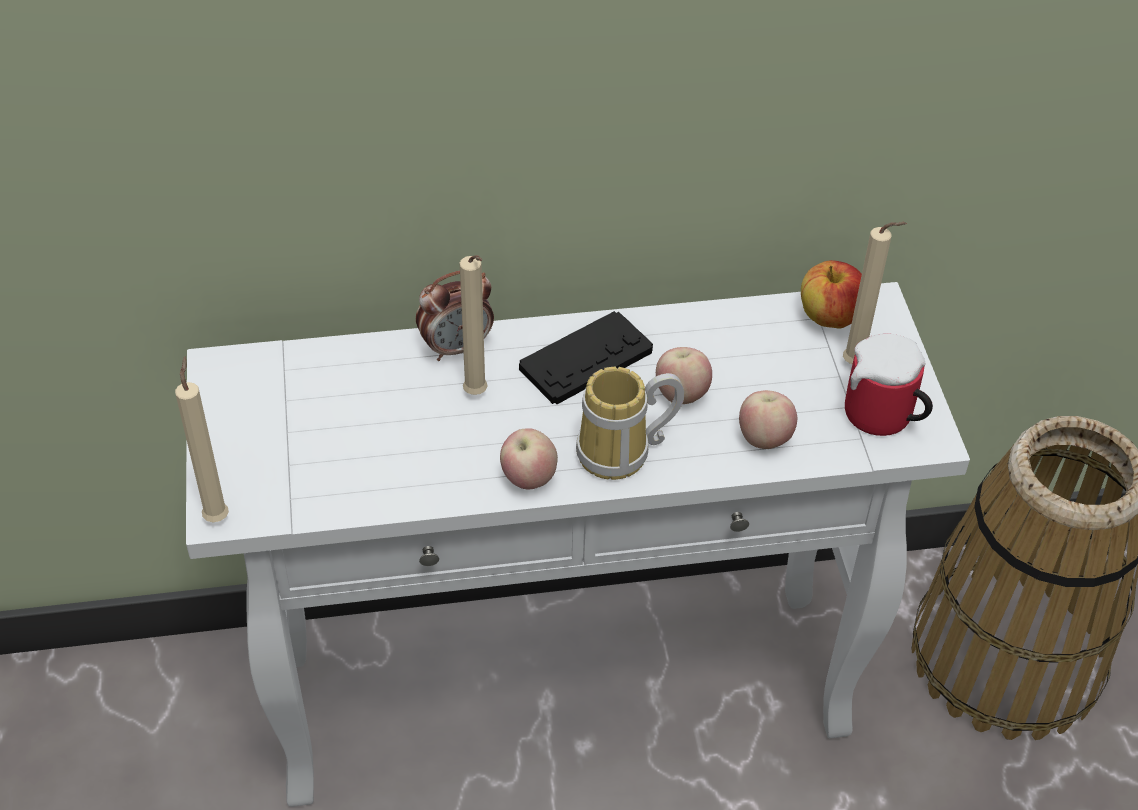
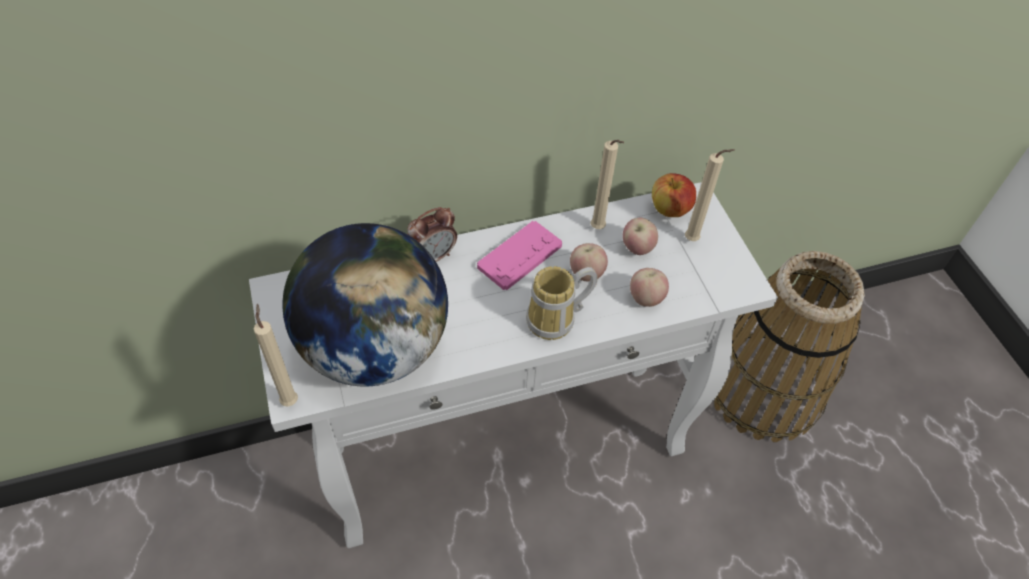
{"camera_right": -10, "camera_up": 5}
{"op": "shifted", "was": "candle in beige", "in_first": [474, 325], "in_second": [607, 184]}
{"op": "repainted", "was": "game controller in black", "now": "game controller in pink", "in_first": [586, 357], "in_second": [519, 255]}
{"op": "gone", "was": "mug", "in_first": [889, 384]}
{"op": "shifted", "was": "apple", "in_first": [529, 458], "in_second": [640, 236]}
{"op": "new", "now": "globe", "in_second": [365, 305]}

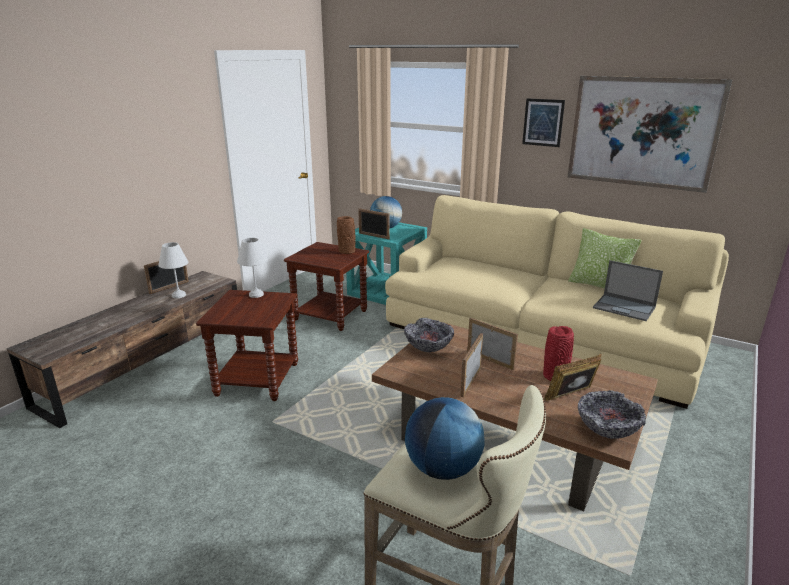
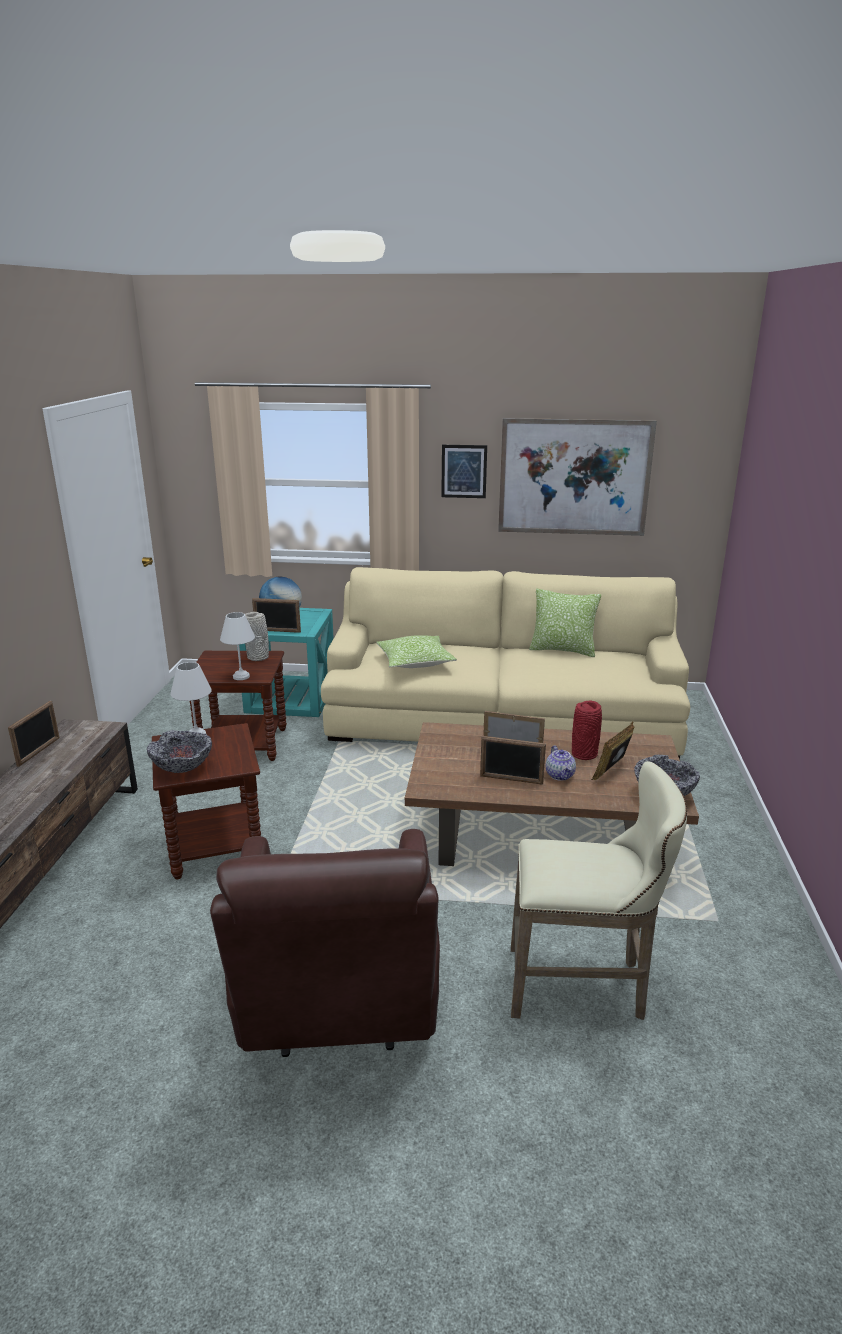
{"camera_right": -25, "camera_up": 0}
{"op": "repainted", "was": "vase in brown", "now": "vase in grey", "in_first": [346, 235], "in_second": [257, 636]}
{"op": "shifted", "was": "table lamp in white", "in_first": [173, 270], "in_second": [237, 646]}
{"op": "gone", "was": "laptop", "in_first": [628, 290]}
{"op": "shifted", "was": "bowl", "in_first": [429, 335], "in_second": [179, 751]}
{"op": "rotated", "was": "picture frame", "in_first": [471, 365], "in_second": [513, 760], "clockwise": -75}
{"op": "gone", "was": "globe", "in_first": [445, 438]}
{"op": "new", "now": "pillow", "in_second": [416, 651]}
{"op": "new", "now": "teapot", "in_second": [561, 763]}
{"op": "new", "now": "armchair in brown", "in_second": [325, 943]}

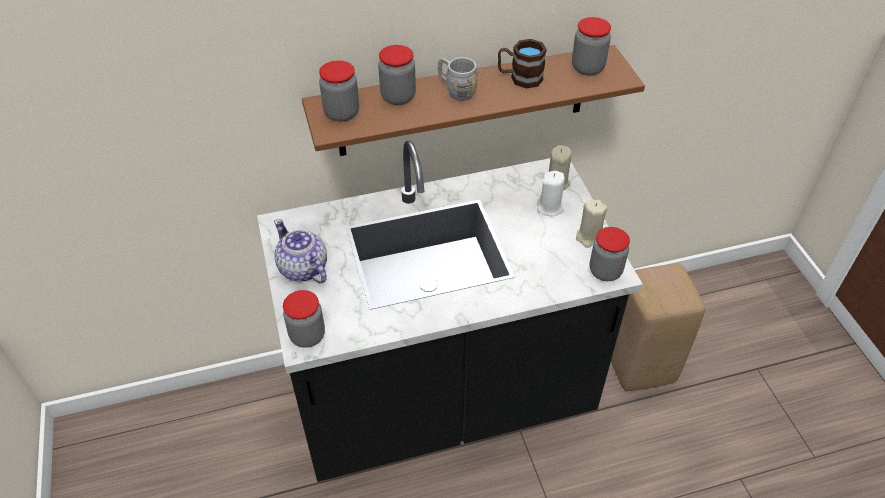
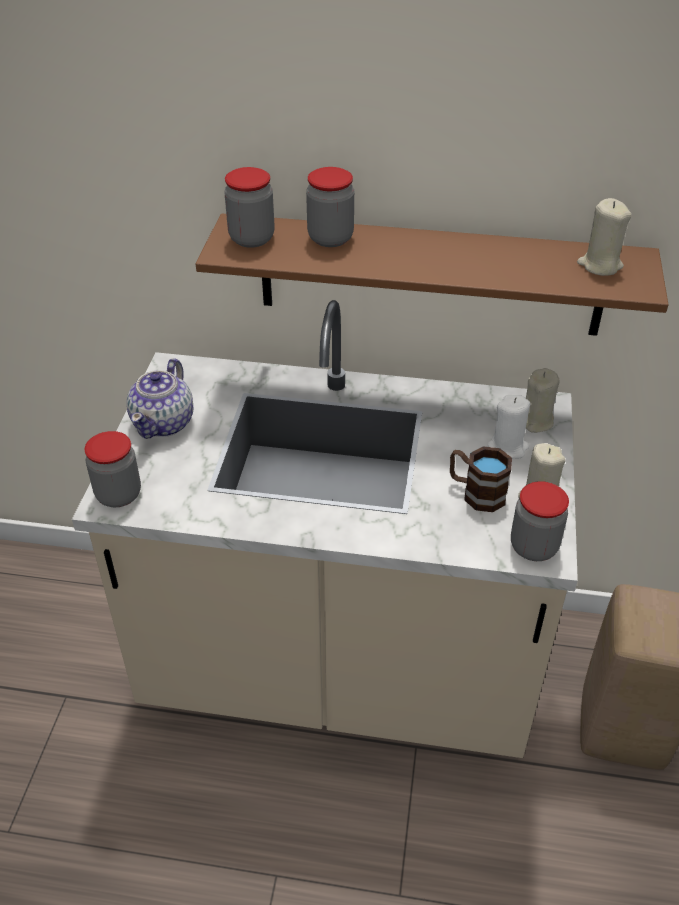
{"camera_right": 25, "camera_up": -5}
{"op": "swapped", "was": "jar", "now": "candle in beige", "in_first": [591, 46], "in_second": [604, 237]}
{"op": "shifted", "was": "mug in brown", "in_first": [522, 63], "in_second": [481, 479]}
{"op": "gone", "was": "mug in grey", "in_first": [458, 79]}
{"op": "repainted", "was": "counter in black", "now": "counter in beige", "in_first": [450, 311], "in_second": [325, 529]}
{"op": "rotated", "was": "teapot", "in_first": [300, 251], "in_second": [160, 398], "clockwise": -150}

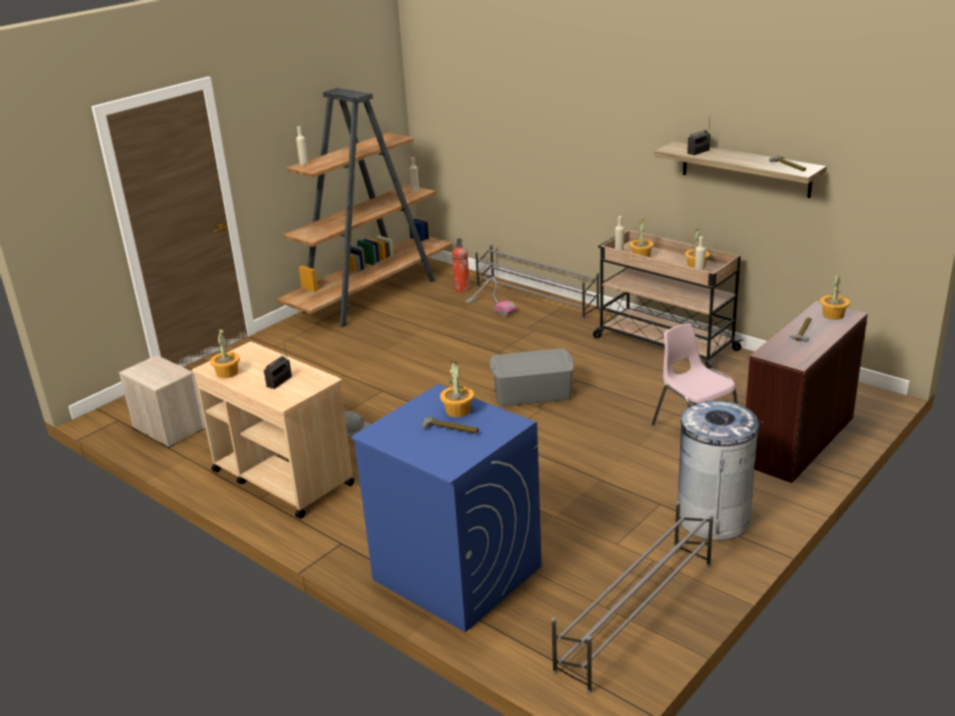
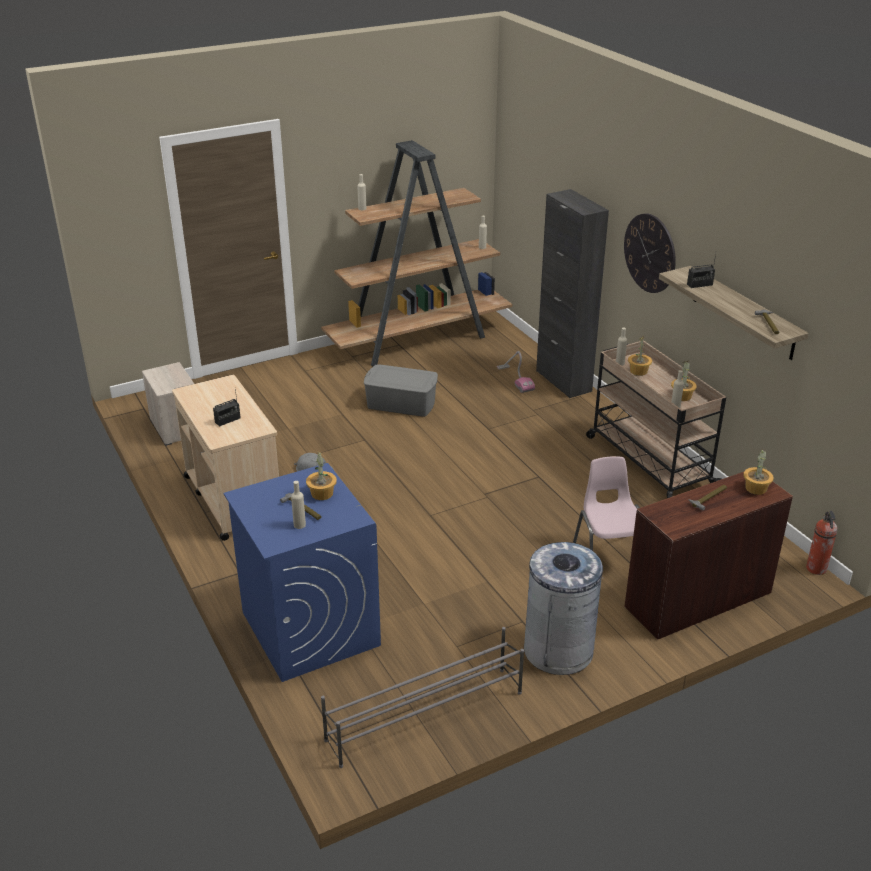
{"camera_right": 20, "camera_up": 5}
{"op": "shifted", "was": "fire extinguisher", "in_first": [461, 265], "in_second": [822, 542]}
{"op": "swapped", "was": "shoe rack in grey", "now": "cabinet in black", "in_first": [537, 282], "in_second": [572, 293]}
{"op": "gone", "was": "potted plant", "in_first": [225, 353]}
{"op": "shifted", "was": "storage box in grey", "in_first": [532, 377], "in_second": [401, 390]}
{"op": "new", "now": "wall clock", "in_second": [650, 253]}
{"op": "new", "now": "bottle in beige", "in_second": [298, 505]}

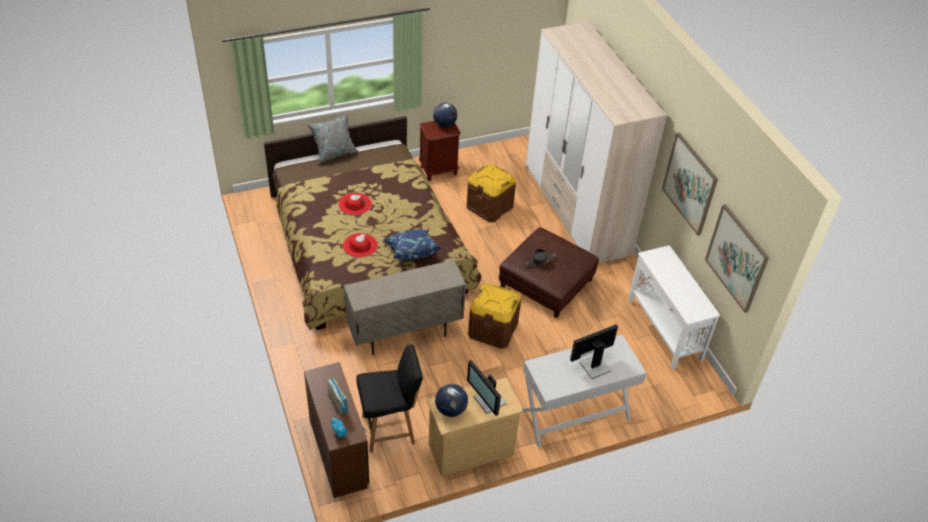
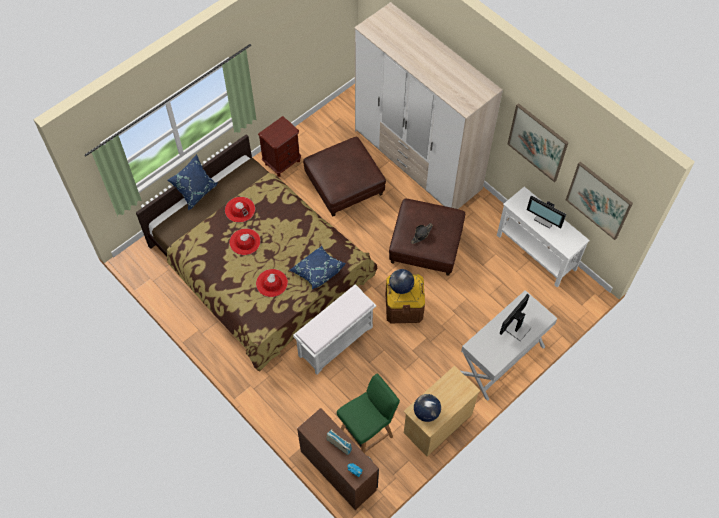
{"camera_right": -20, "camera_up": 15}
{"op": "shifted", "was": "globe", "in_first": [445, 115], "in_second": [401, 281]}
{"op": "repainted", "was": "pillow in grey", "now": "pillow in blue", "in_first": [332, 138], "in_second": [192, 182]}
{"op": "swapped", "was": "storage box in brown", "now": "ottoman in brown", "in_first": [491, 193], "in_second": [344, 177]}
{"op": "swapped", "was": "cabinet in beige", "now": "bench in white", "in_first": [405, 307], "in_second": [335, 329]}
{"op": "repainted", "was": "chair in black", "now": "chair in green", "in_first": [389, 398], "in_second": [368, 413]}
{"op": "shifted", "was": "monitor", "in_first": [486, 388], "in_second": [546, 212]}
{"op": "new", "now": "hat in red", "in_second": [240, 209]}

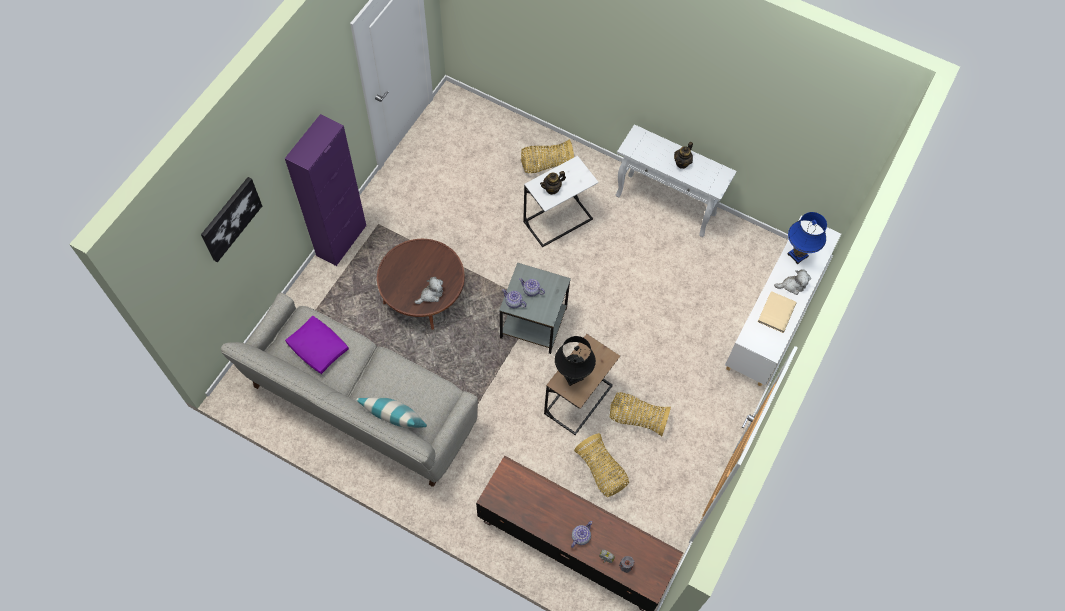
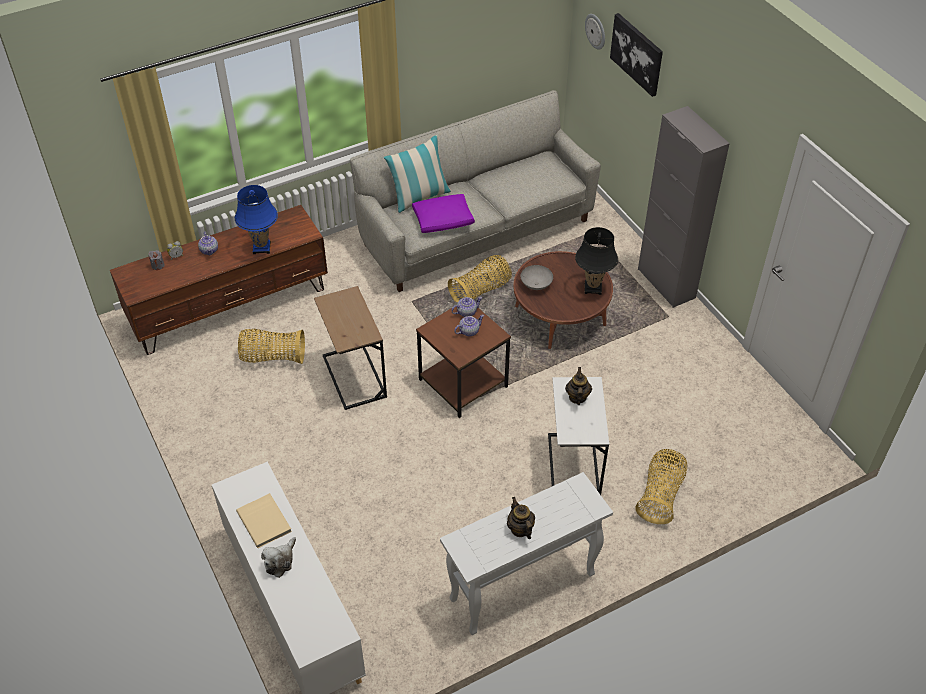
{"camera_right": 125, "camera_up": -15}
{"op": "repainted", "was": "cabinet in purple", "now": "cabinet in grey", "in_first": [325, 190], "in_second": [684, 207]}
{"op": "shifted", "was": "table lamp in blue", "in_first": [807, 238], "in_second": [256, 219]}
{"op": "repainted", "was": "side table in grey", "now": "side table in brown", "in_first": [535, 308], "in_second": [463, 362]}
{"op": "swapped", "was": "plush toy", "now": "bowl in grey", "in_first": [428, 290], "in_second": [537, 277]}
{"op": "shifted", "was": "pillow in purple", "in_first": [317, 345], "in_second": [443, 213]}
{"op": "shifted", "was": "table lamp in black", "in_first": [575, 361], "in_second": [596, 261]}
{"op": "shifted", "was": "basket", "in_first": [640, 414], "in_second": [480, 278]}
{"op": "new", "now": "wall clock", "in_second": [595, 32]}

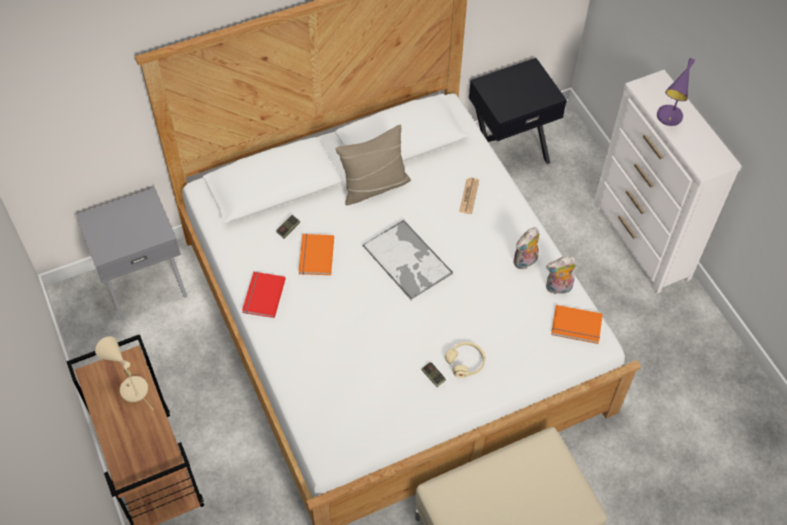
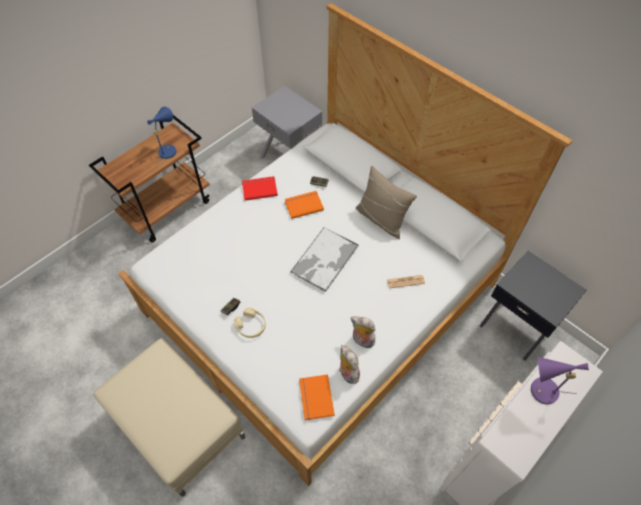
{"camera_right": 70, "camera_up": 0}
{"op": "repainted", "was": "table lamp in beige", "now": "table lamp in blue", "in_first": [124, 373], "in_second": [162, 136]}

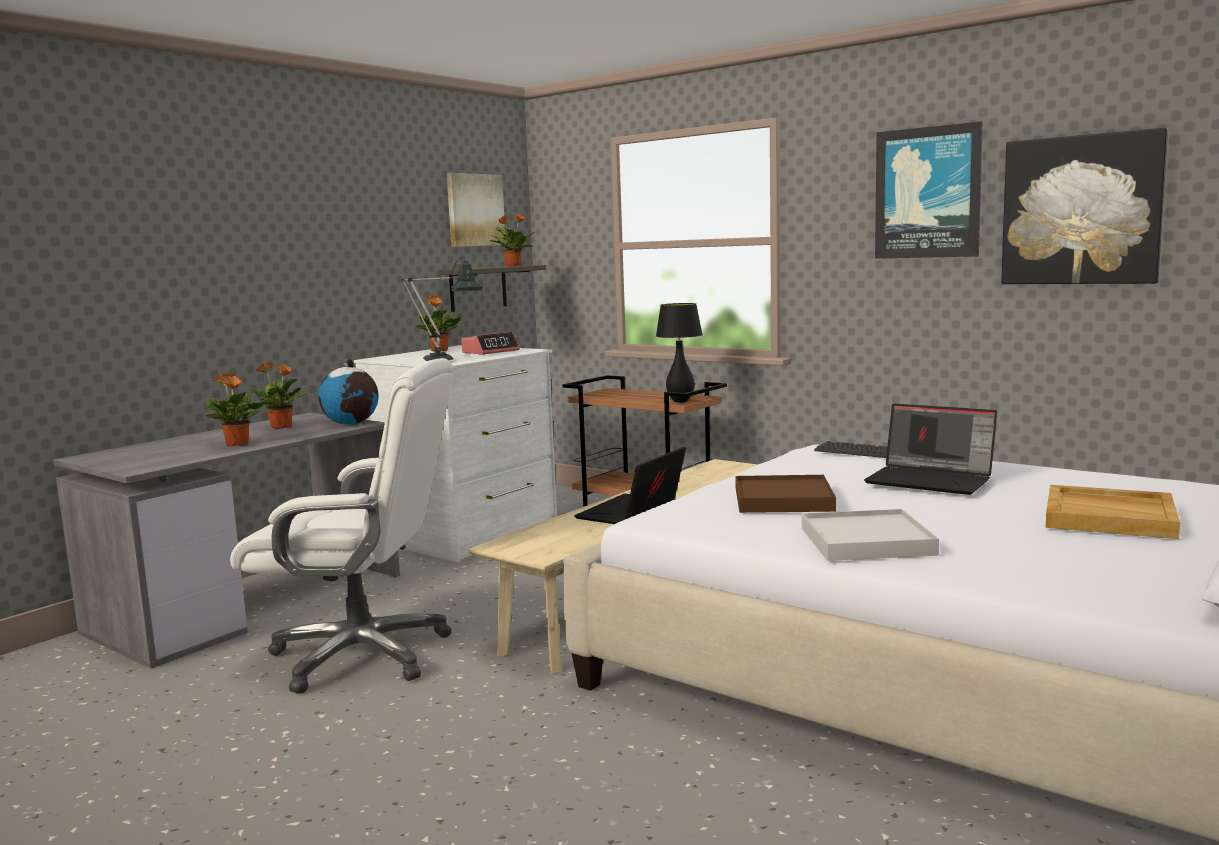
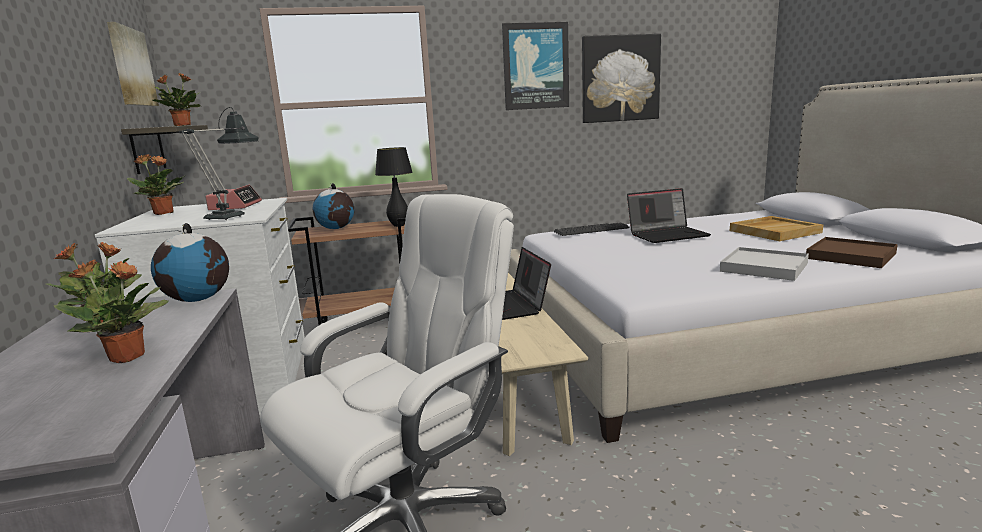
{"camera_right": -50, "camera_up": 5}
{"op": "shifted", "was": "tray in brown", "in_first": [785, 494], "in_second": [852, 252]}
{"op": "new", "now": "globe", "in_second": [333, 206]}

